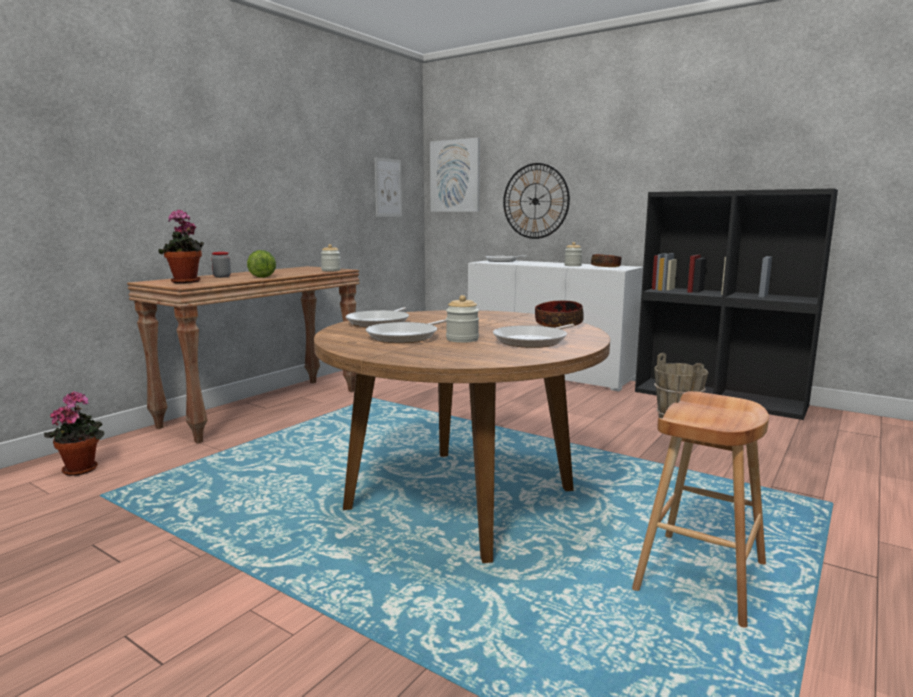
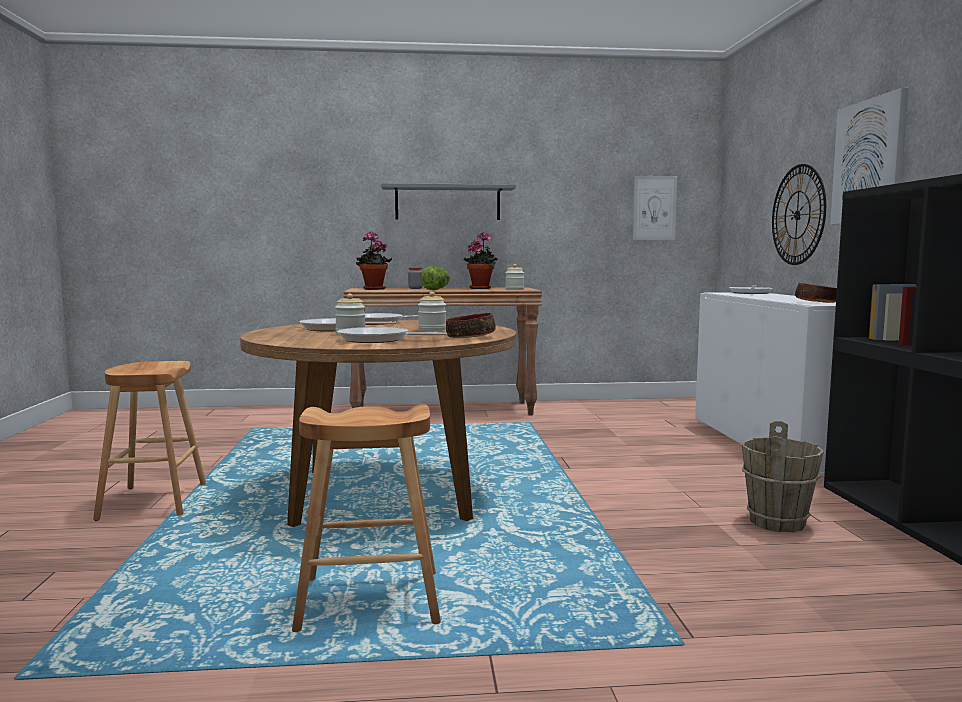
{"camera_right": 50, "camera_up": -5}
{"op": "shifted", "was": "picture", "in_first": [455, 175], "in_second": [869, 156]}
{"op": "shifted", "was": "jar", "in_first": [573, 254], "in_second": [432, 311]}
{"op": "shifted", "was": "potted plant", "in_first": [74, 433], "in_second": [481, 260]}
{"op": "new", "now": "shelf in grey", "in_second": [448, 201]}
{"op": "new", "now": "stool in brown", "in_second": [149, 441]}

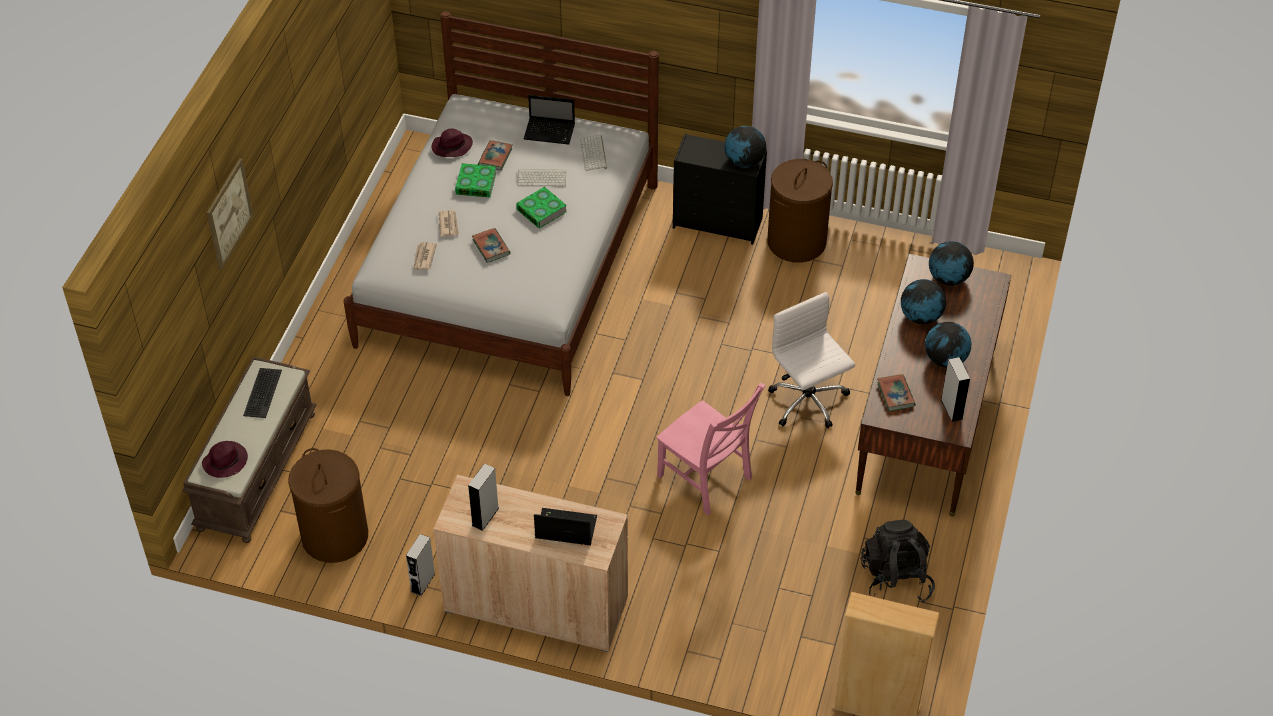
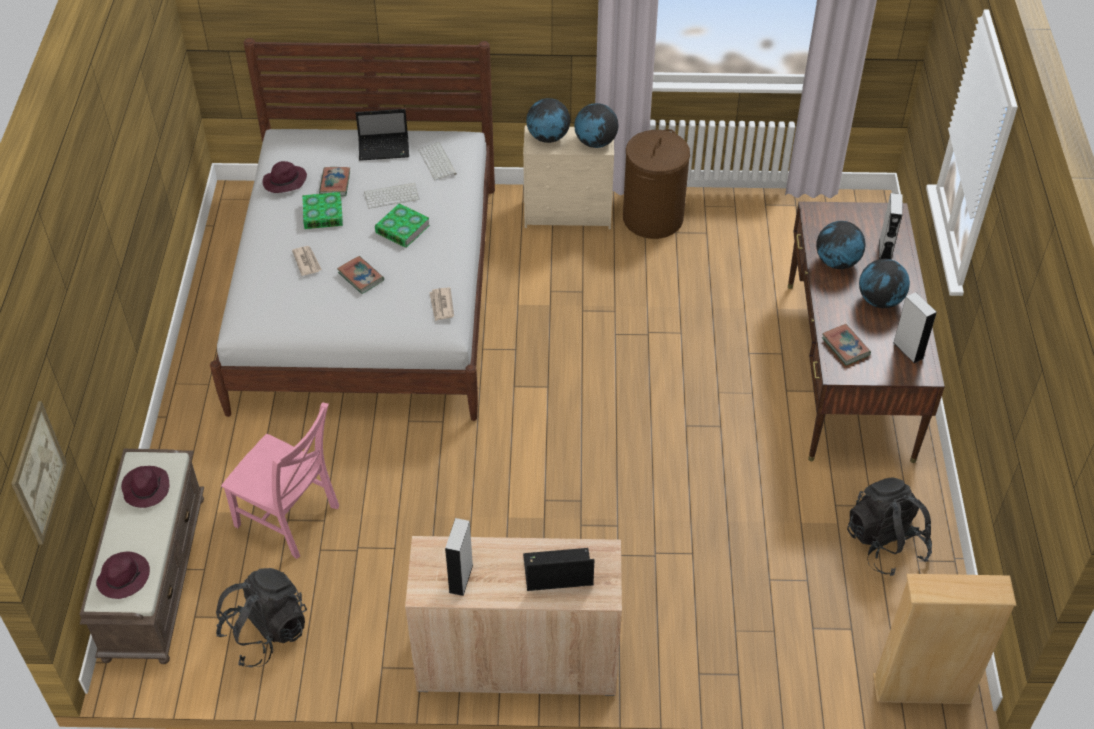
{"camera_right": -15, "camera_up": 0}
{"op": "repainted", "was": "dresser in black", "now": "dresser in beige", "in_first": [720, 189], "in_second": [568, 177]}
{"op": "shifted", "was": "picture", "in_first": [230, 214], "in_second": [39, 473]}
{"op": "shifted", "was": "globe", "in_first": [951, 263], "in_second": [548, 120]}
{"op": "shifted", "was": "newspaper", "in_first": [425, 256], "in_second": [441, 304]}
{"op": "gone", "was": "office chair in white", "in_first": [811, 360]}
{"op": "swapped", "was": "keyboard", "now": "hat in purple", "in_first": [262, 393], "in_second": [145, 487]}
{"op": "shifted", "was": "chair in pink", "in_first": [710, 449], "in_second": [280, 480]}
{"op": "swapped", "was": "laundry basket in brown", "now": "backpack in black", "in_first": [328, 505], "in_second": [261, 617]}
{"op": "shifted", "was": "speaker in grey", "in_first": [420, 565], "in_second": [891, 226]}

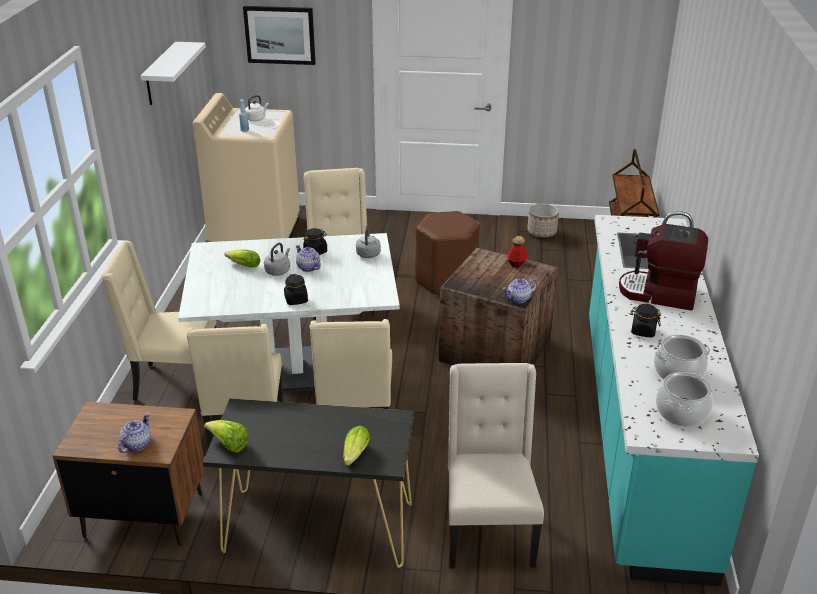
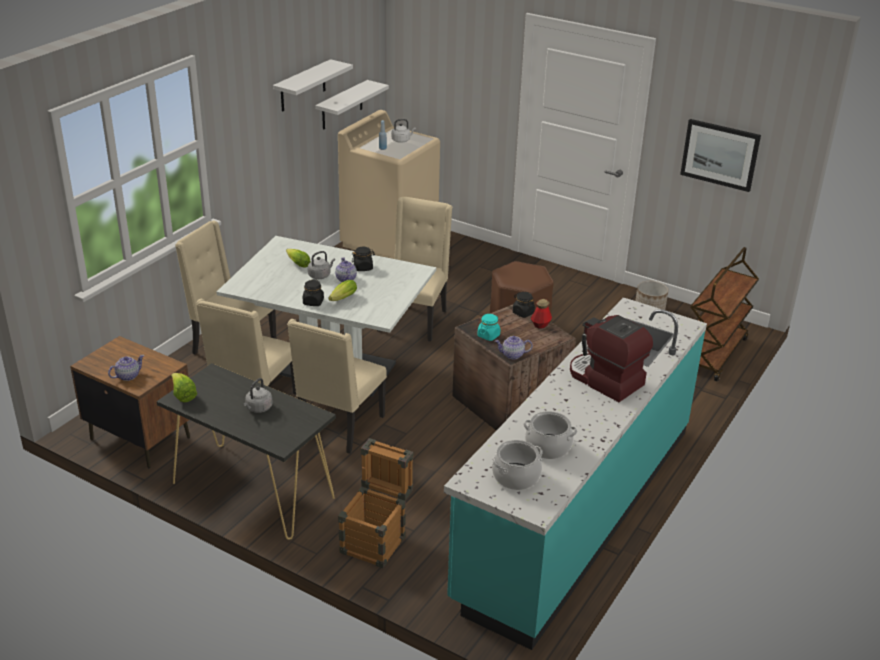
{"camera_right": 25, "camera_up": 0}
{"op": "shifted", "was": "picture", "in_first": [279, 35], "in_second": [720, 155]}
{"op": "shifted", "was": "kettle in grey", "in_first": [368, 241], "in_second": [258, 395]}
{"op": "shifted", "was": "jar in black", "in_first": [645, 321], "in_second": [524, 305]}
{"op": "swapped", "was": "chair in beige", "now": "crate", "in_first": [496, 466], "in_second": [375, 503]}
{"op": "shifted", "was": "lettuce", "in_first": [356, 446], "in_second": [342, 290]}
{"op": "new", "now": "shelf in white", "in_second": [352, 105]}
{"op": "new", "now": "jar in turquoise", "in_second": [489, 327]}

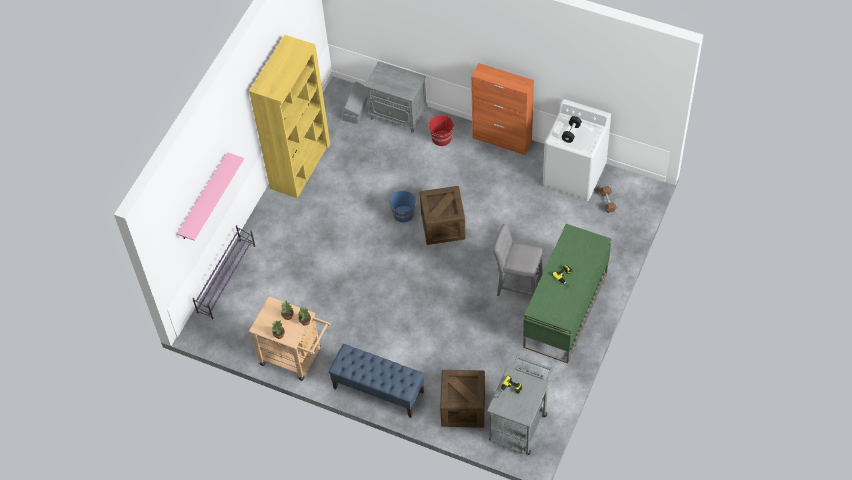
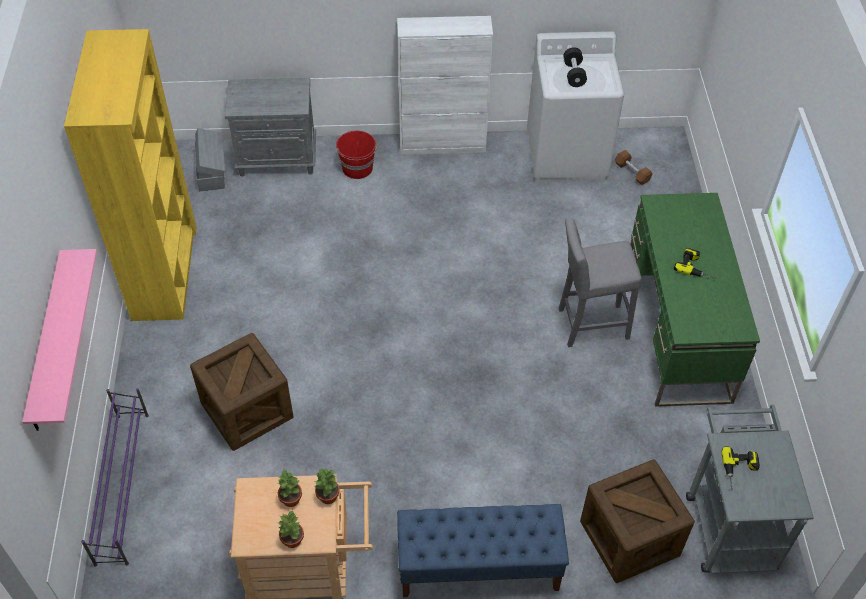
{"camera_right": -30, "camera_up": -5}
{"op": "repainted", "was": "cabinet in orange", "now": "cabinet in white", "in_first": [502, 109], "in_second": [445, 85]}
{"op": "shifted", "was": "crate", "in_first": [443, 215], "in_second": [241, 392]}
{"op": "gone", "was": "bucket in blue", "in_first": [403, 207]}

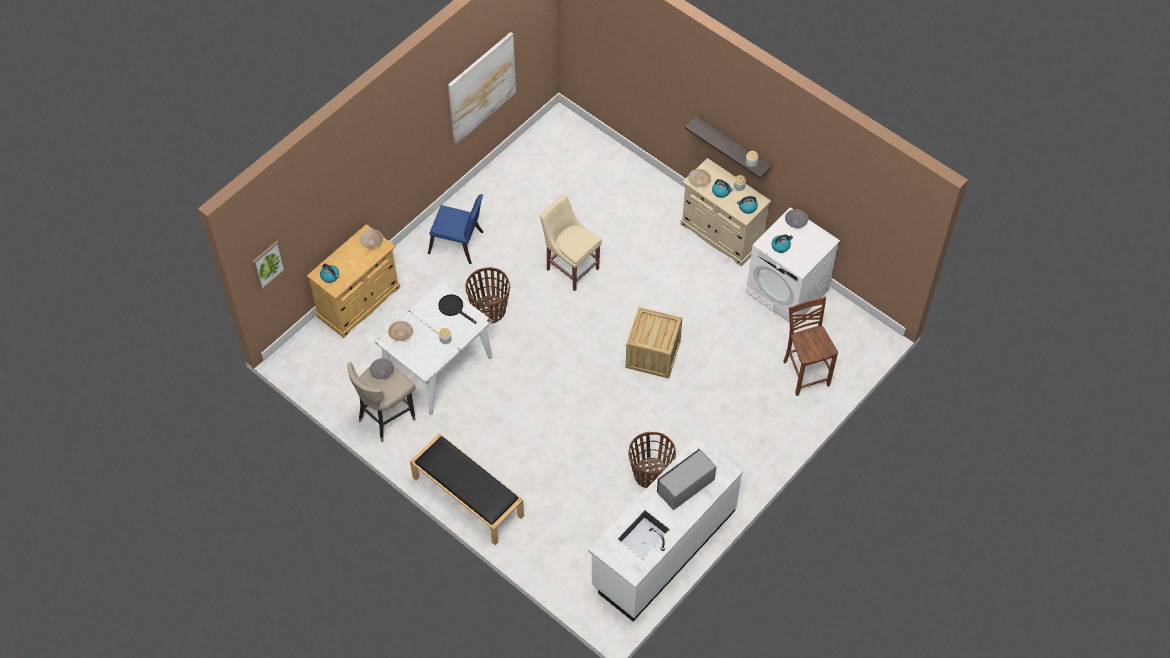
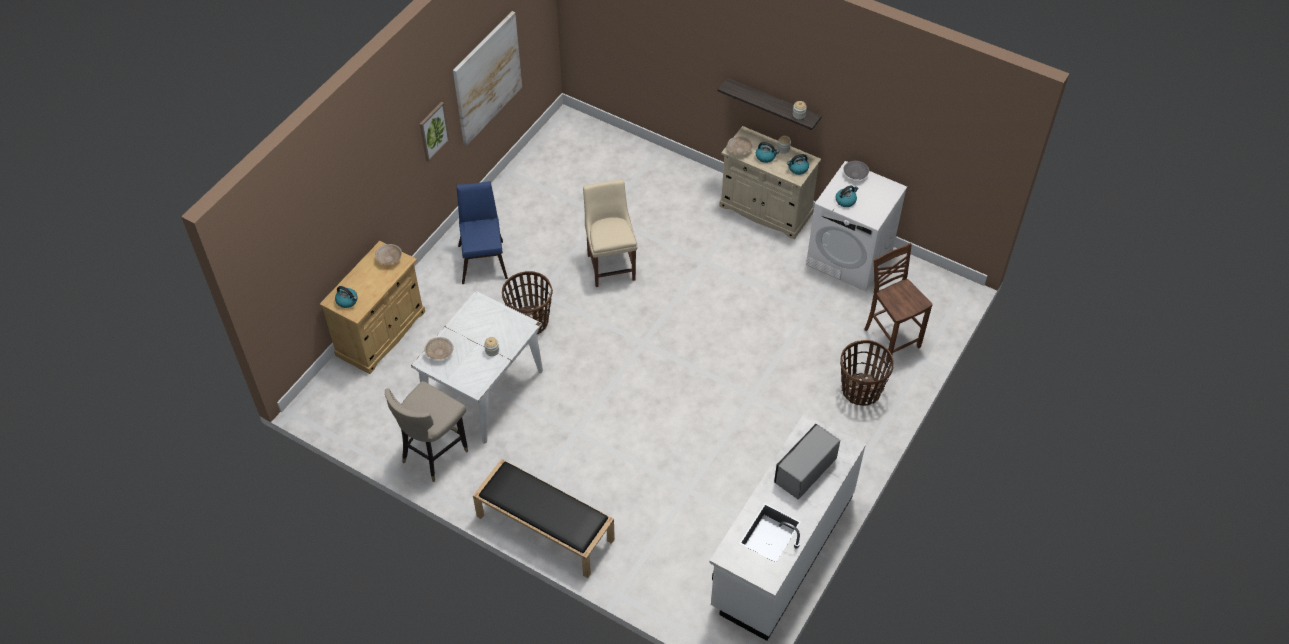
{"camera_right": -10, "camera_up": -5}
{"op": "rotated", "was": "chair in blue", "in_first": [455, 229], "in_second": [482, 232], "clockwise": -105}
{"op": "rotated", "was": "chair in beige", "in_first": [571, 243], "in_second": [610, 233], "clockwise": 45}
{"op": "shifted", "was": "picture", "in_first": [269, 265], "in_second": [435, 132]}
{"op": "gone", "was": "frying pan in black", "in_first": [457, 309]}
{"op": "gone", "was": "crate", "in_first": [654, 342]}
{"op": "gone", "was": "bowl in grey", "in_first": [381, 369]}
{"op": "shifted", "was": "basket", "in_first": [652, 460], "in_second": [867, 373]}

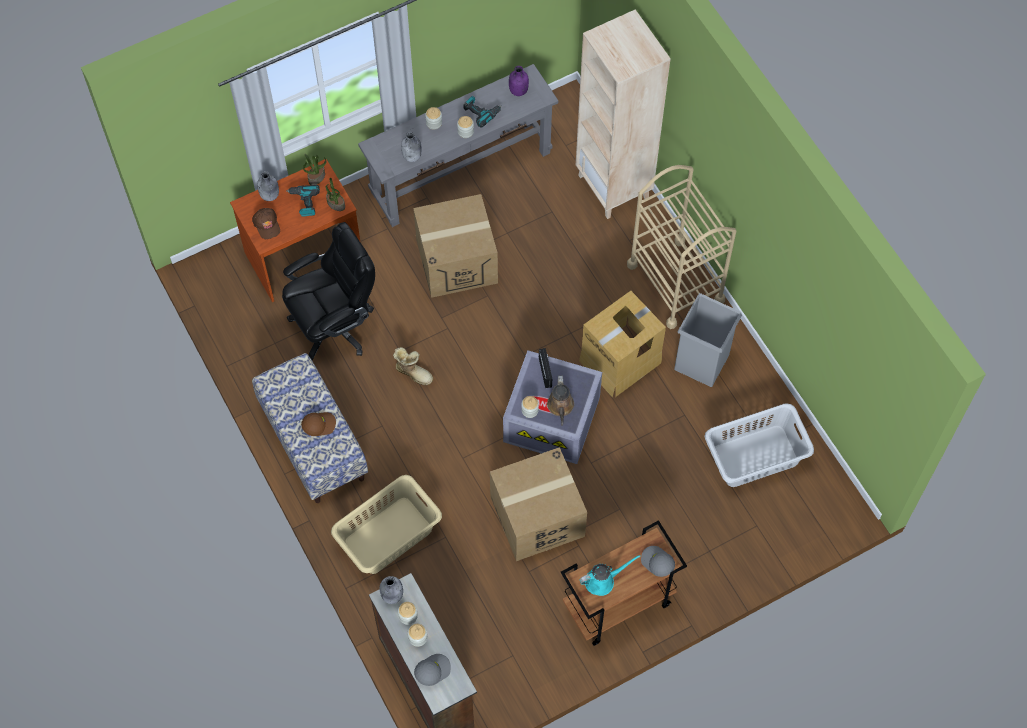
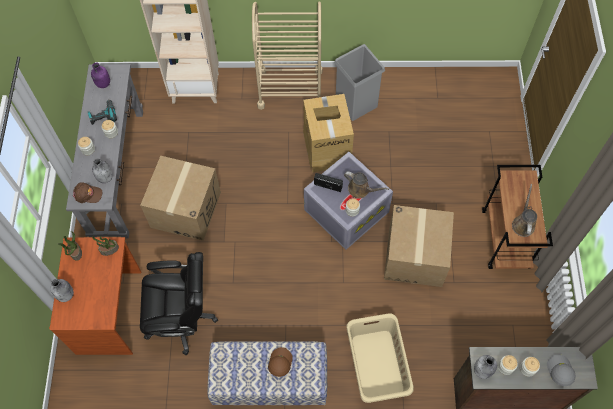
{"camera_right": -60, "camera_up": 0}
{"op": "gone", "was": "power drill", "in_first": [303, 201]}
{"op": "shifted", "was": "cap in brown", "in_first": [266, 223], "in_second": [87, 192]}
{"op": "rotated", "was": "office chair in black", "in_first": [328, 291], "in_second": [179, 303], "clockwise": 90}
{"op": "gone", "was": "boot", "in_first": [413, 366]}
{"op": "gone", "was": "laundry basket in grey", "in_first": [759, 445]}
{"op": "gone", "was": "cap in grey", "in_first": [658, 561]}
{"op": "repainted", "was": "watering can in turquoise", "now": "watering can in brown", "in_first": [610, 575], "in_second": [524, 210]}

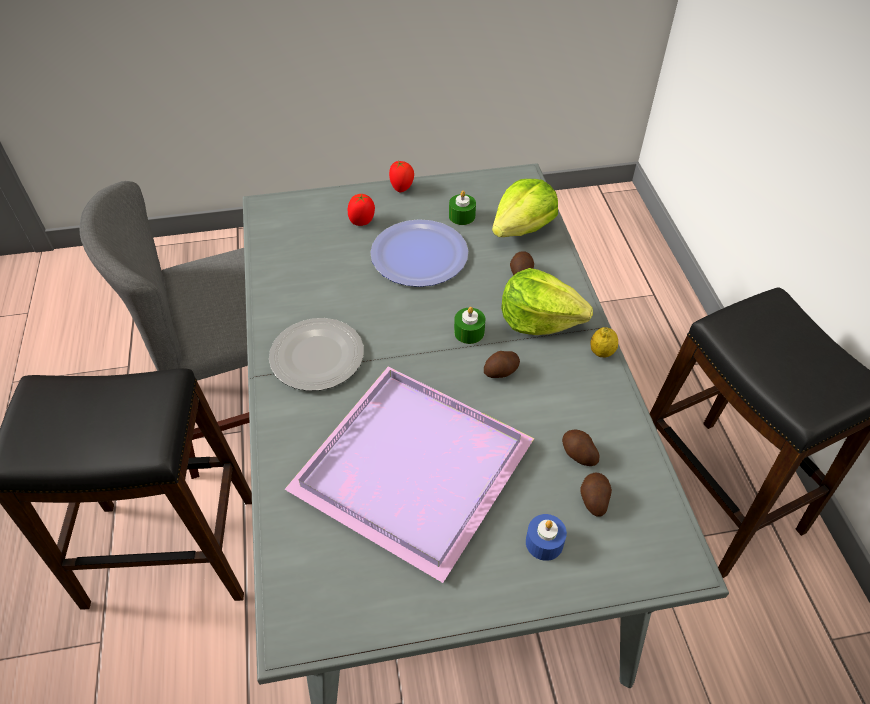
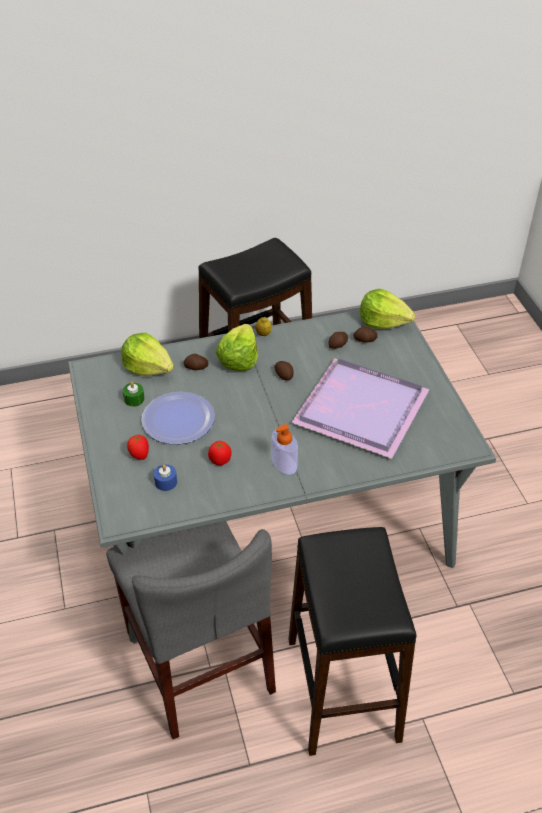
{"camera_right": -95, "camera_up": -5}
{"op": "shifted", "was": "tomato", "in_first": [401, 176], "in_second": [220, 453]}
{"op": "gone", "was": "candle in green", "in_first": [469, 325]}
{"op": "swapped", "was": "plate", "now": "soap dispenser", "in_first": [316, 354], "in_second": [285, 449]}
{"op": "shifted", "was": "candle in blue", "in_first": [546, 537], "in_second": [165, 477]}
{"op": "new", "now": "lettuce", "in_second": [387, 308]}

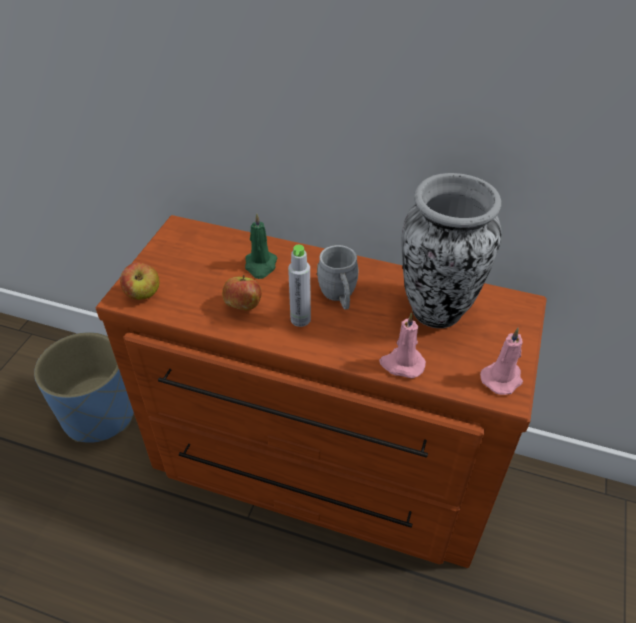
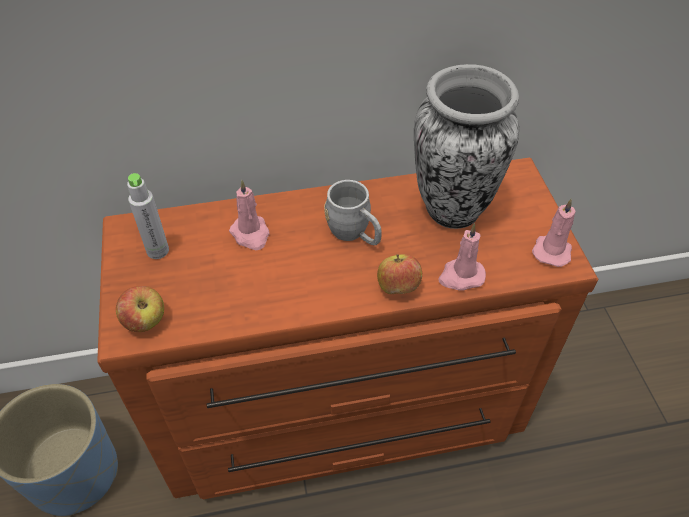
{"camera_right": -30, "camera_up": 5}
{"op": "repainted", "was": "candle in green", "now": "candle in pink", "in_first": [261, 246], "in_second": [249, 215]}
{"op": "shifted", "was": "bottle in grey", "in_first": [299, 286], "in_second": [148, 216]}
{"op": "shifted", "was": "apple", "in_first": [242, 292], "in_second": [399, 274]}

